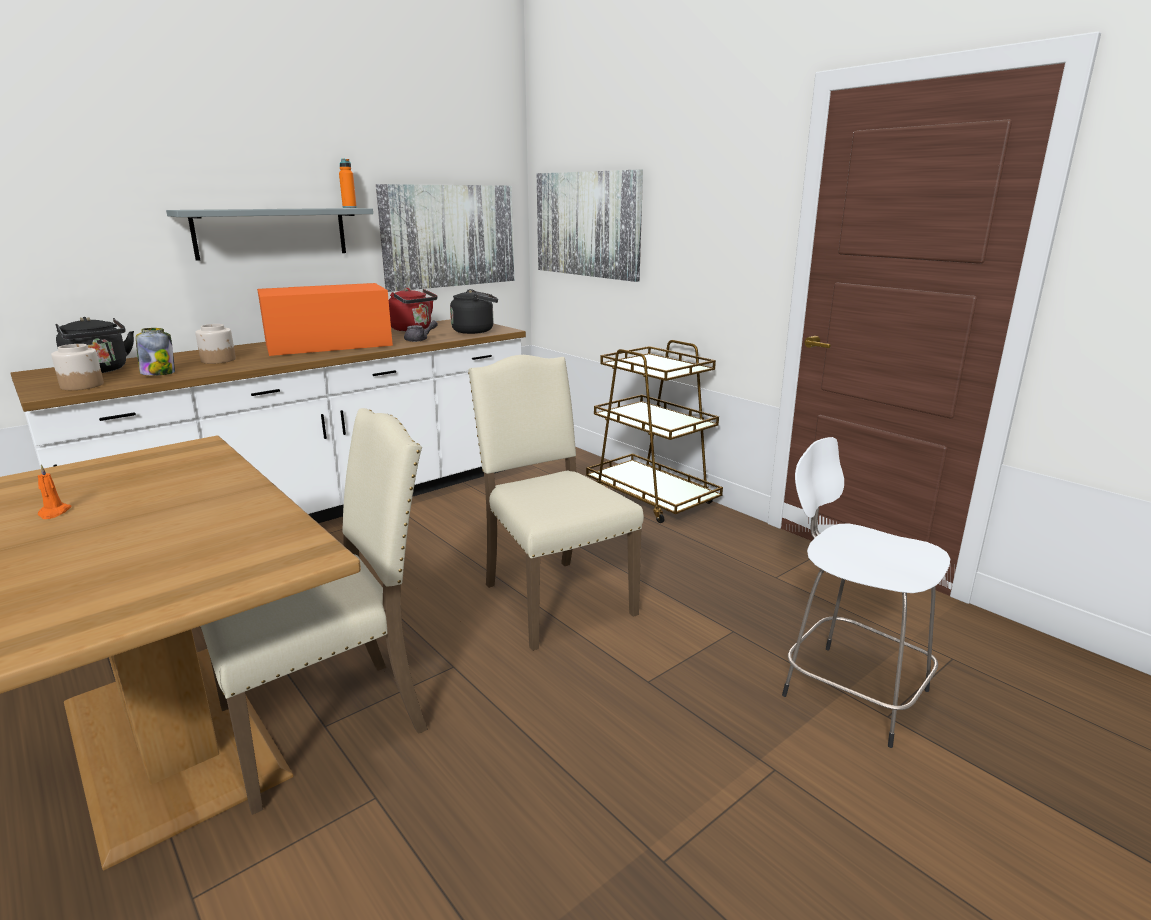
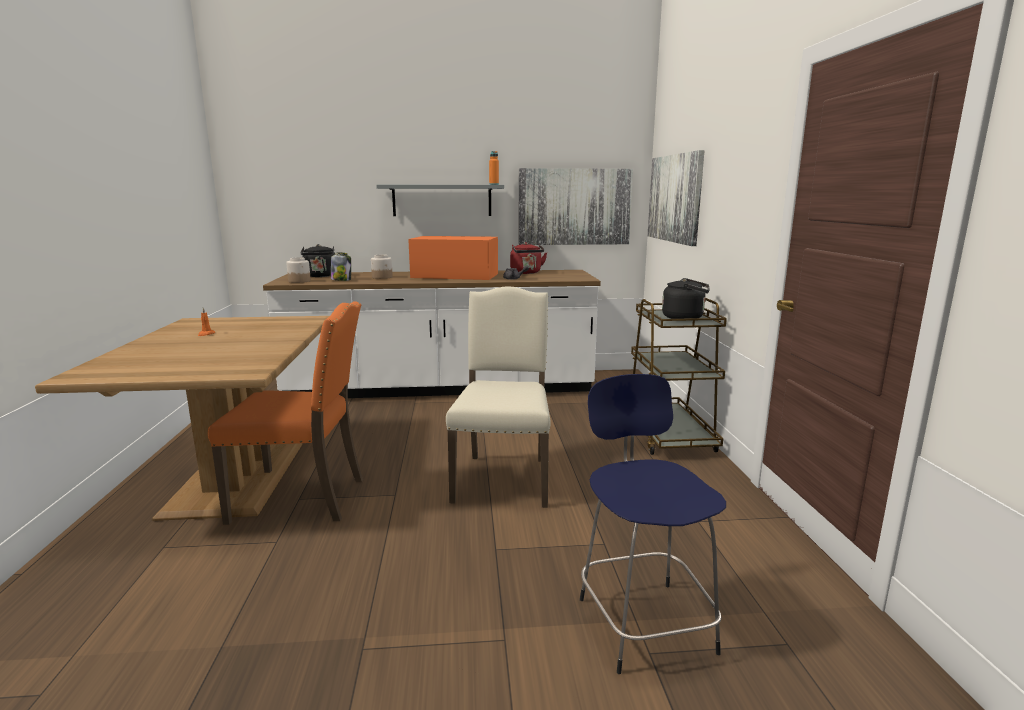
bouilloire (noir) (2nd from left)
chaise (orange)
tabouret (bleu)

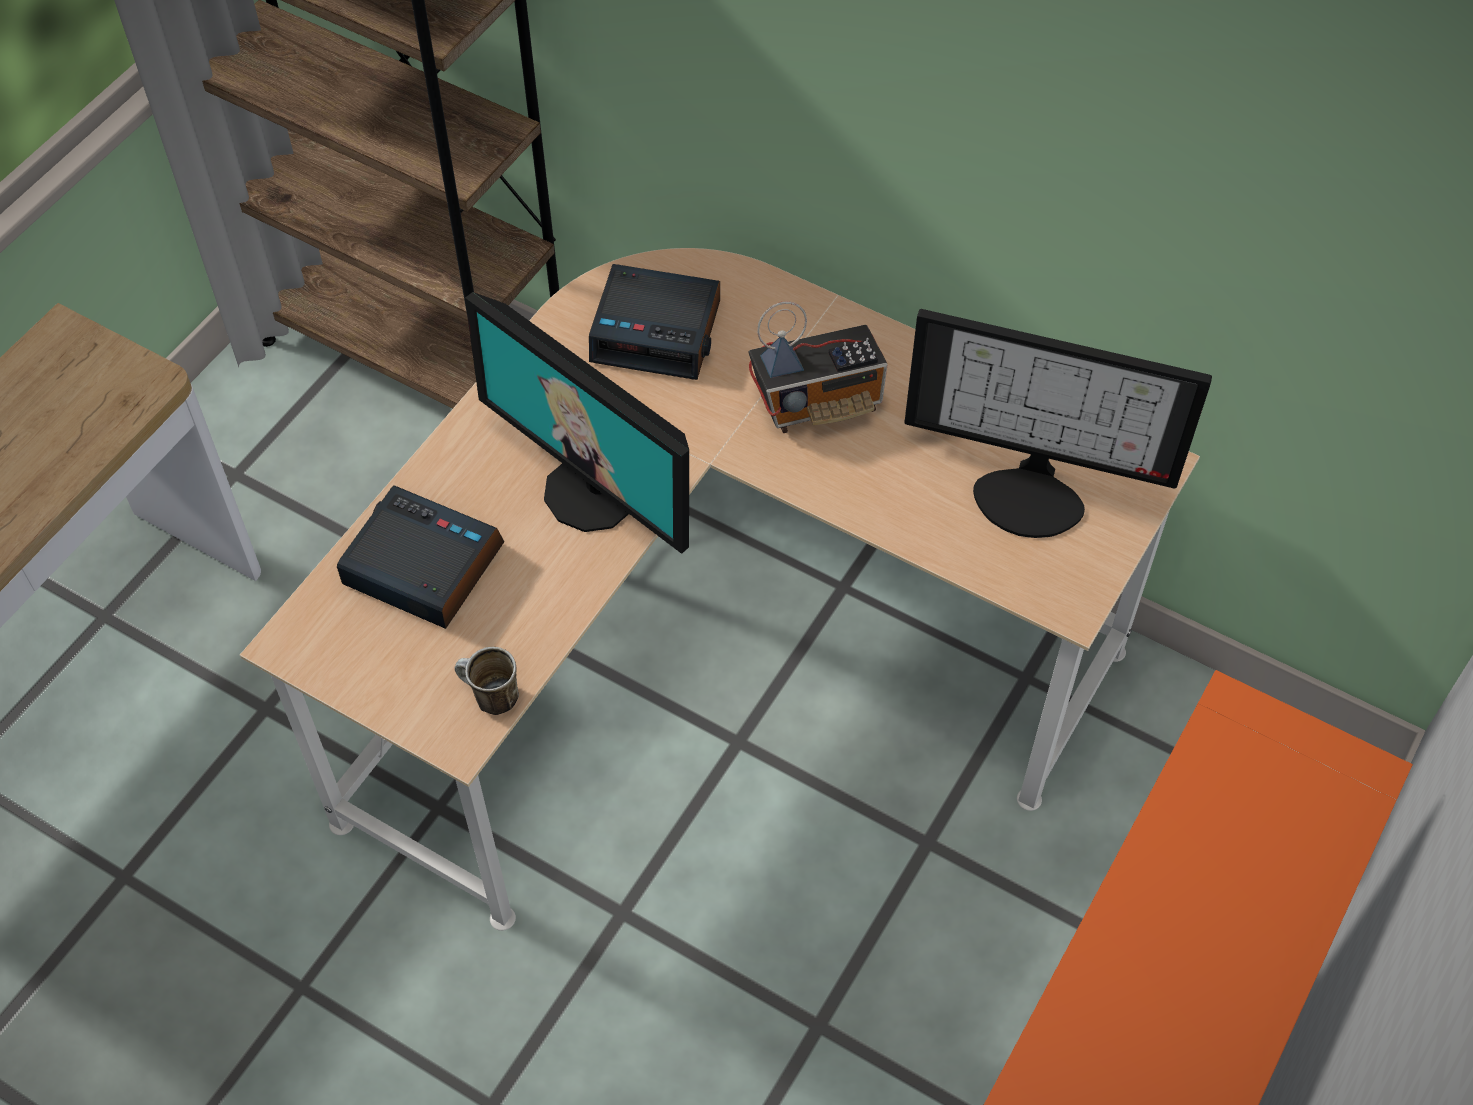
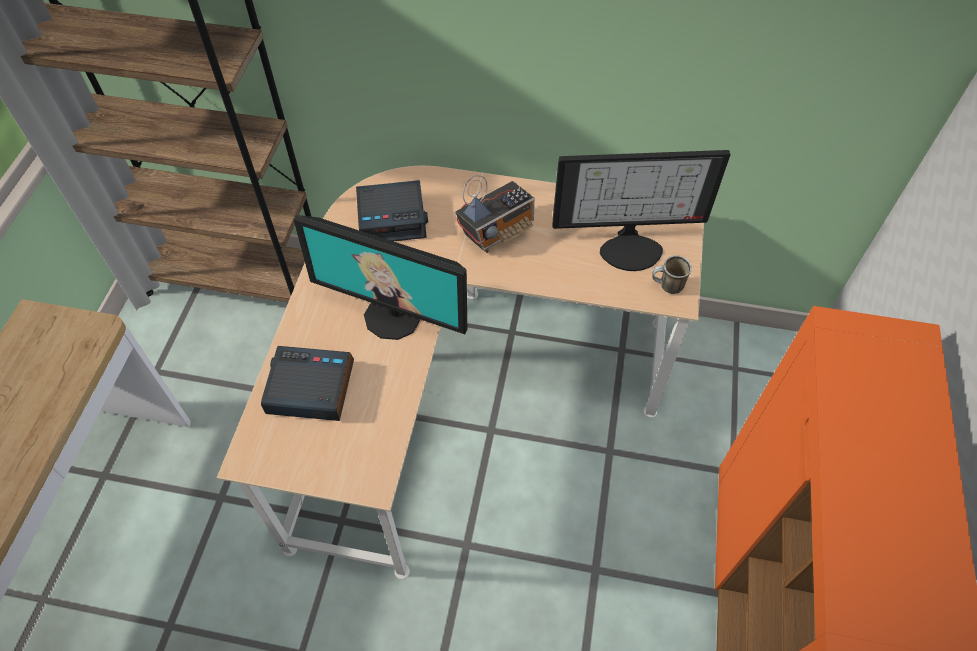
mug

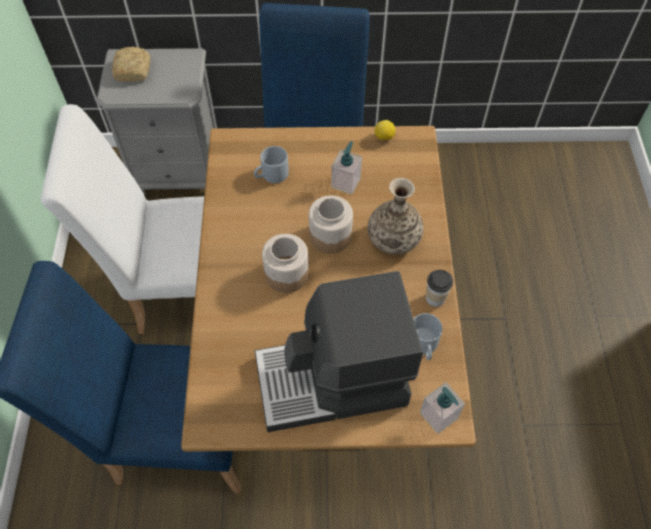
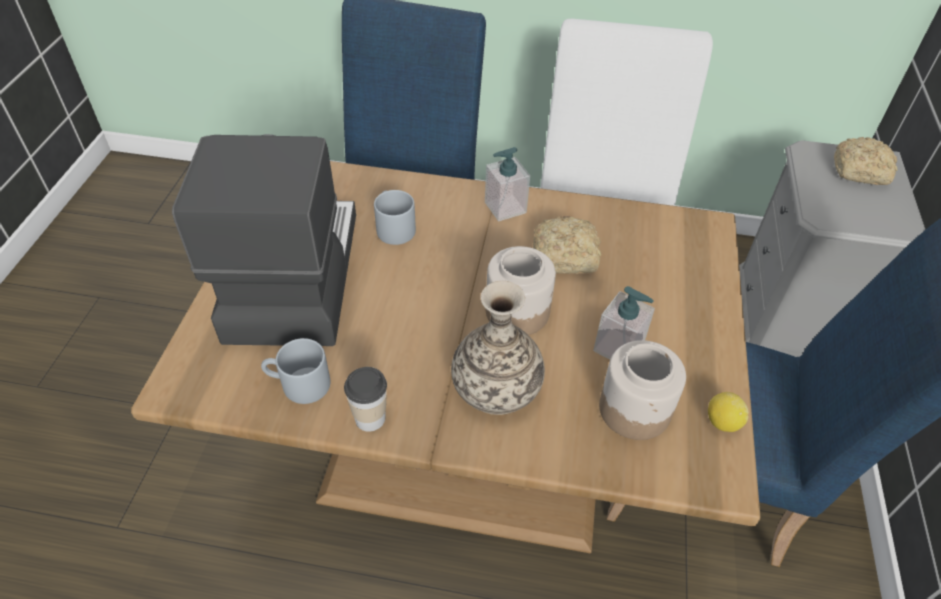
mug (gris) (2nd from left)
bocal (2nd from left)
distributeur de savon (1st from left)
pain (1st from left)

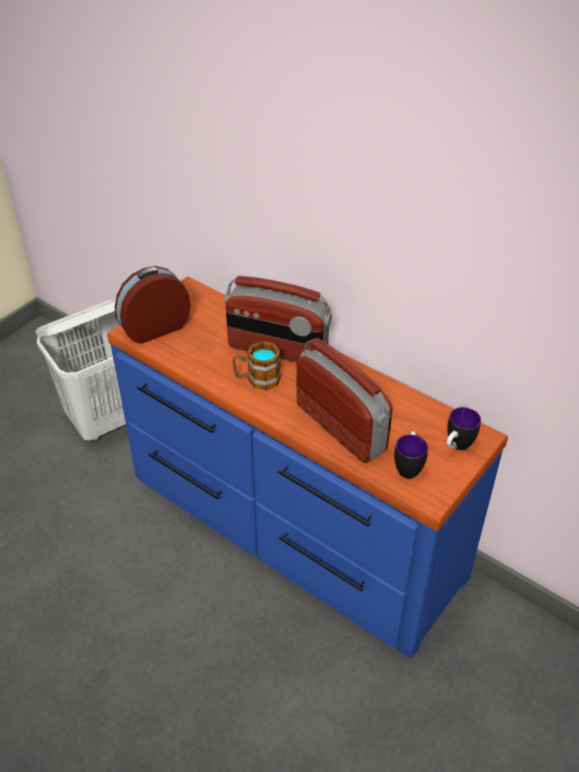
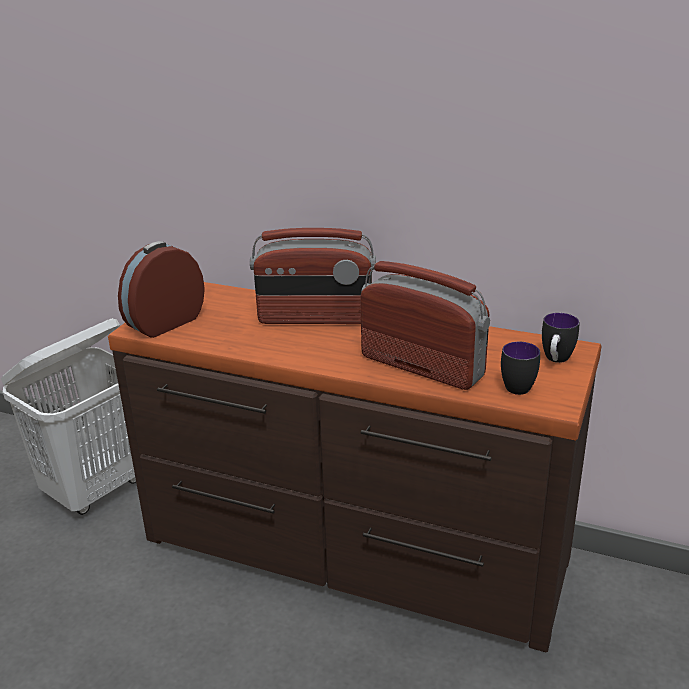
commode (marron)
mug (1st from left in the first image)

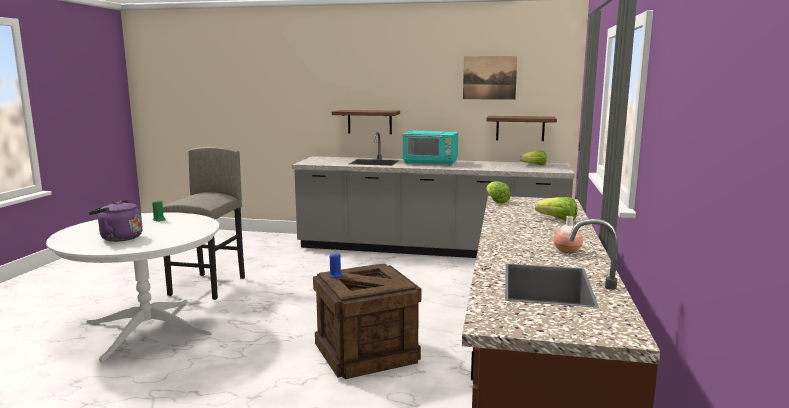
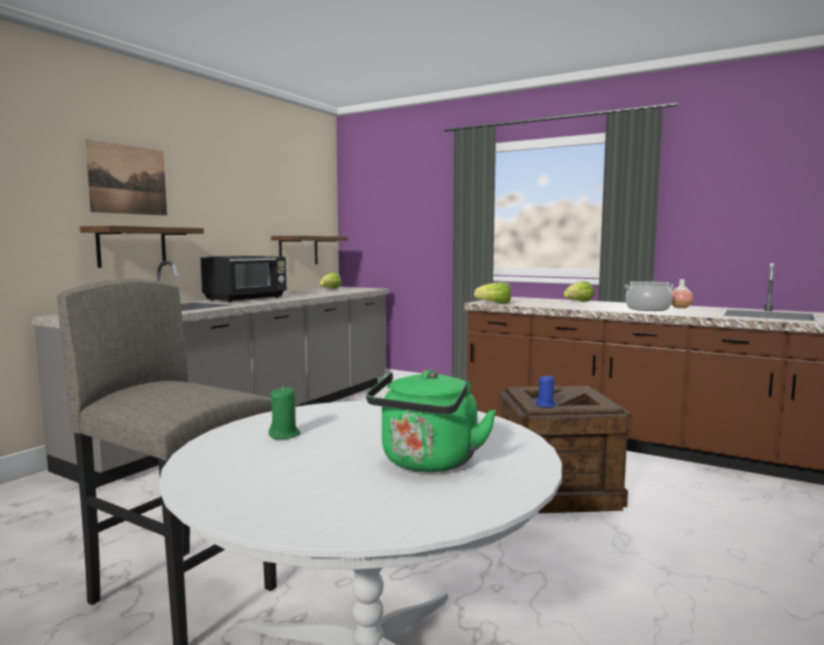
tableau
micro-ondes (noir)
bouilloire (vert)
marmite

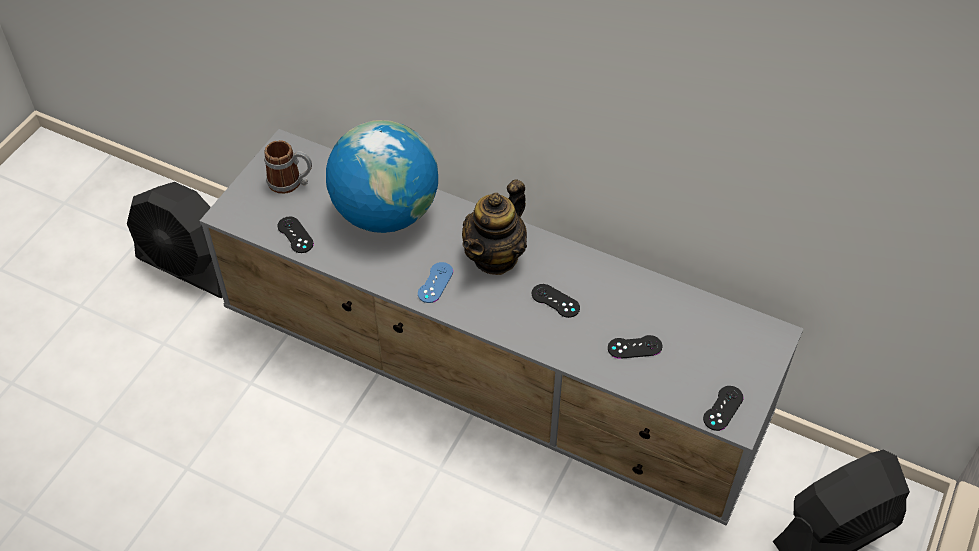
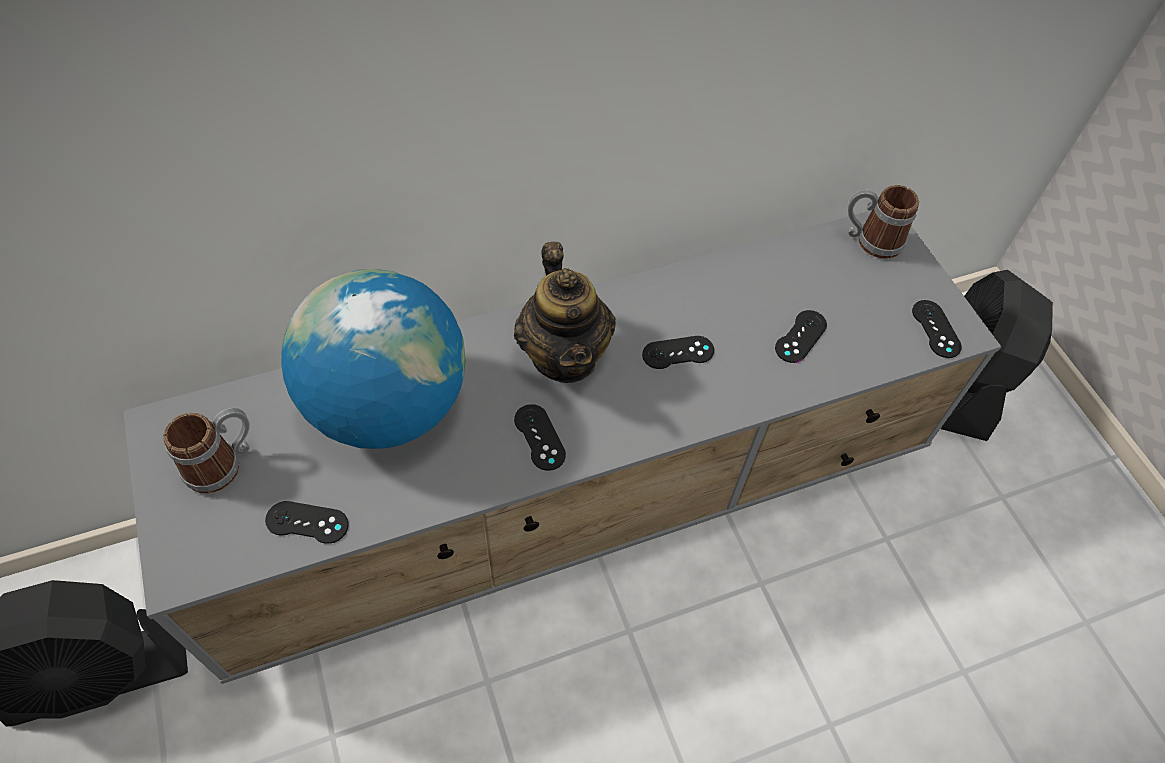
manette (noir) (2nd from left)
mug (2nd from left)

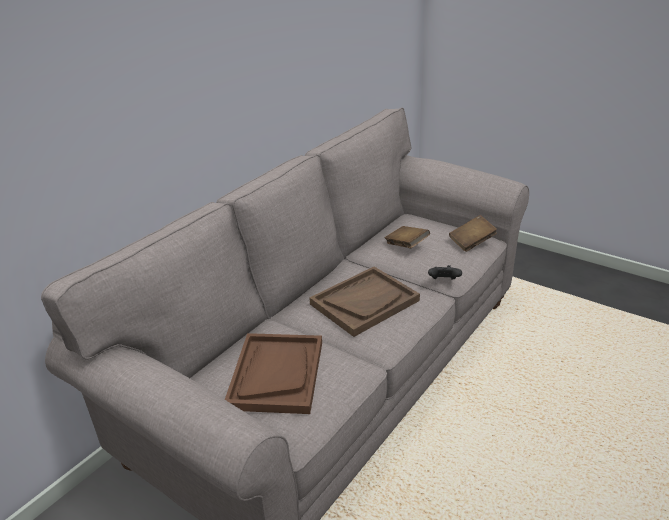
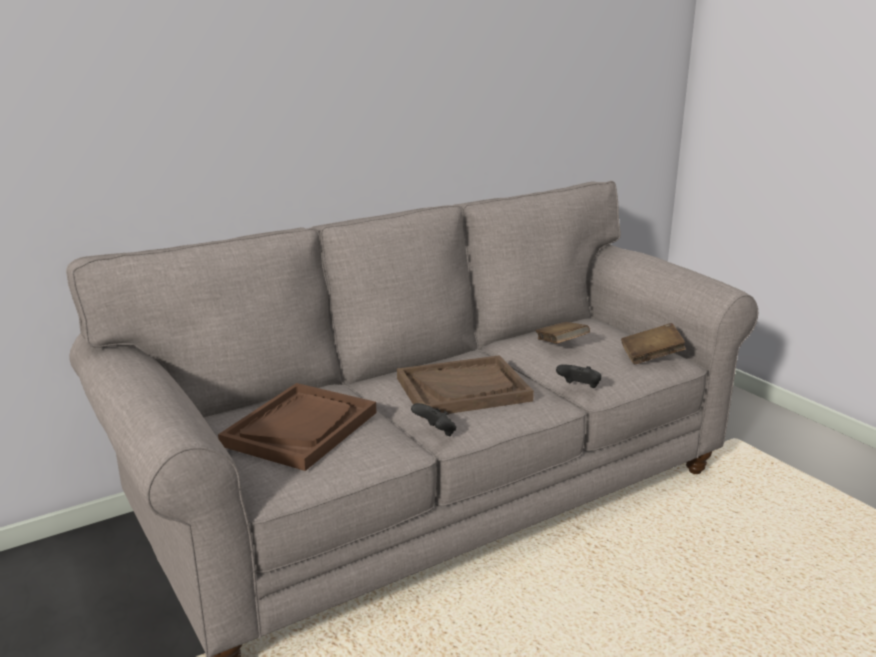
manette (noir) (1st from left)

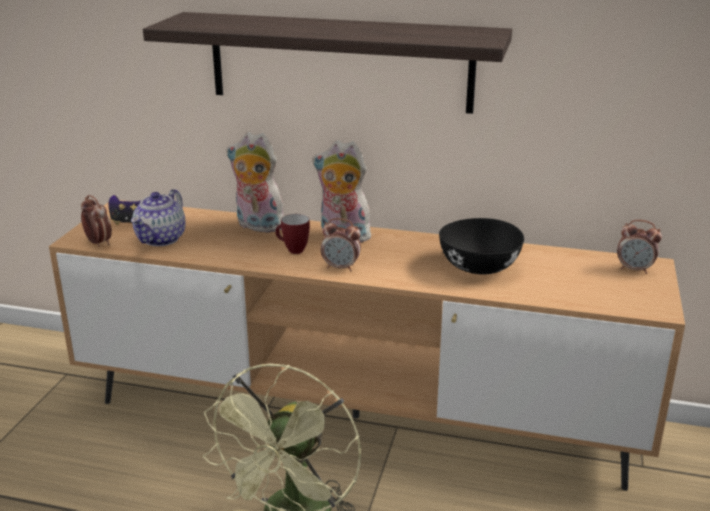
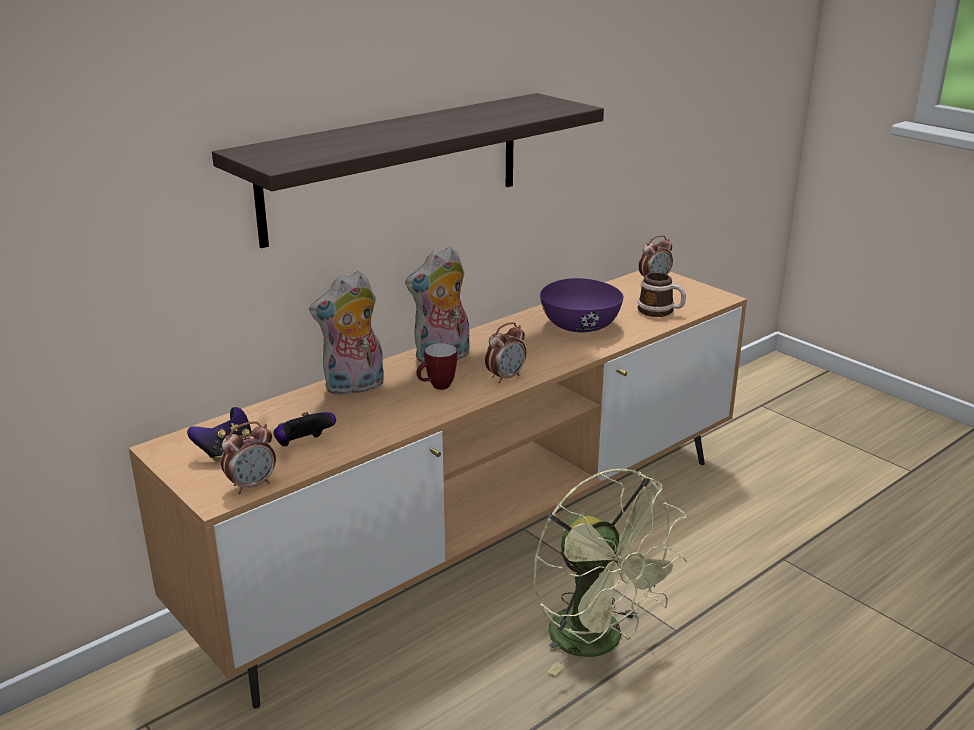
manette (2nd from left)
réveil (1st from left)
bol (violet)
mug (2nd from left)

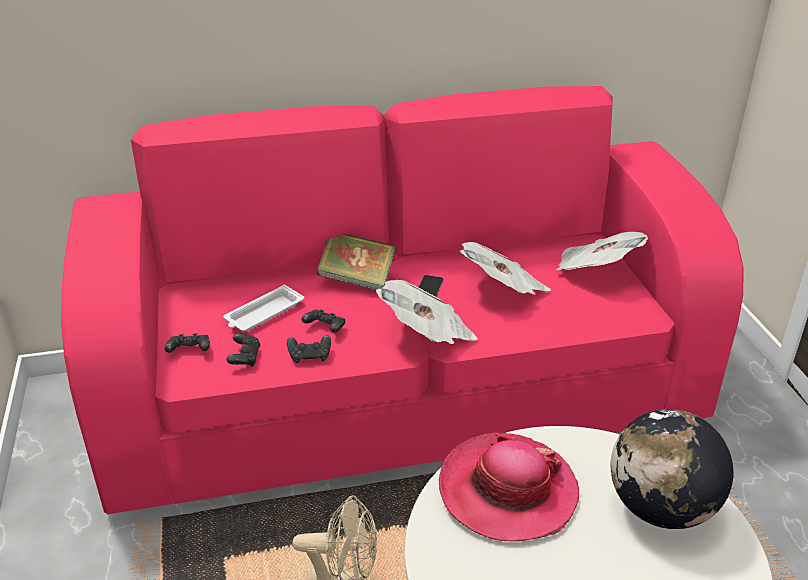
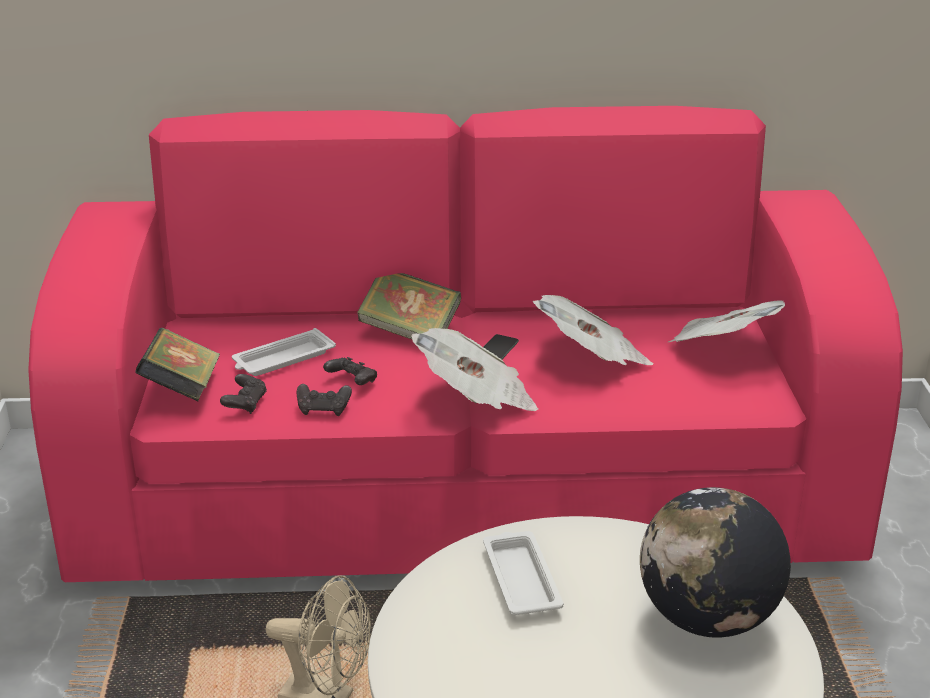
livre (1st from left)
plateau (blanc) (2nd from left)

